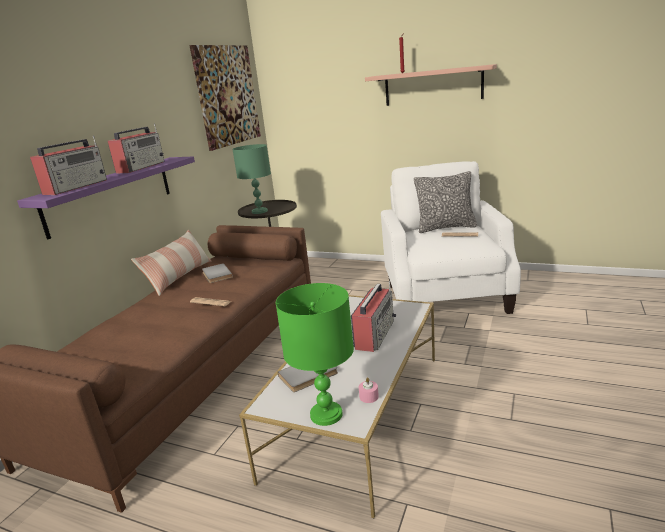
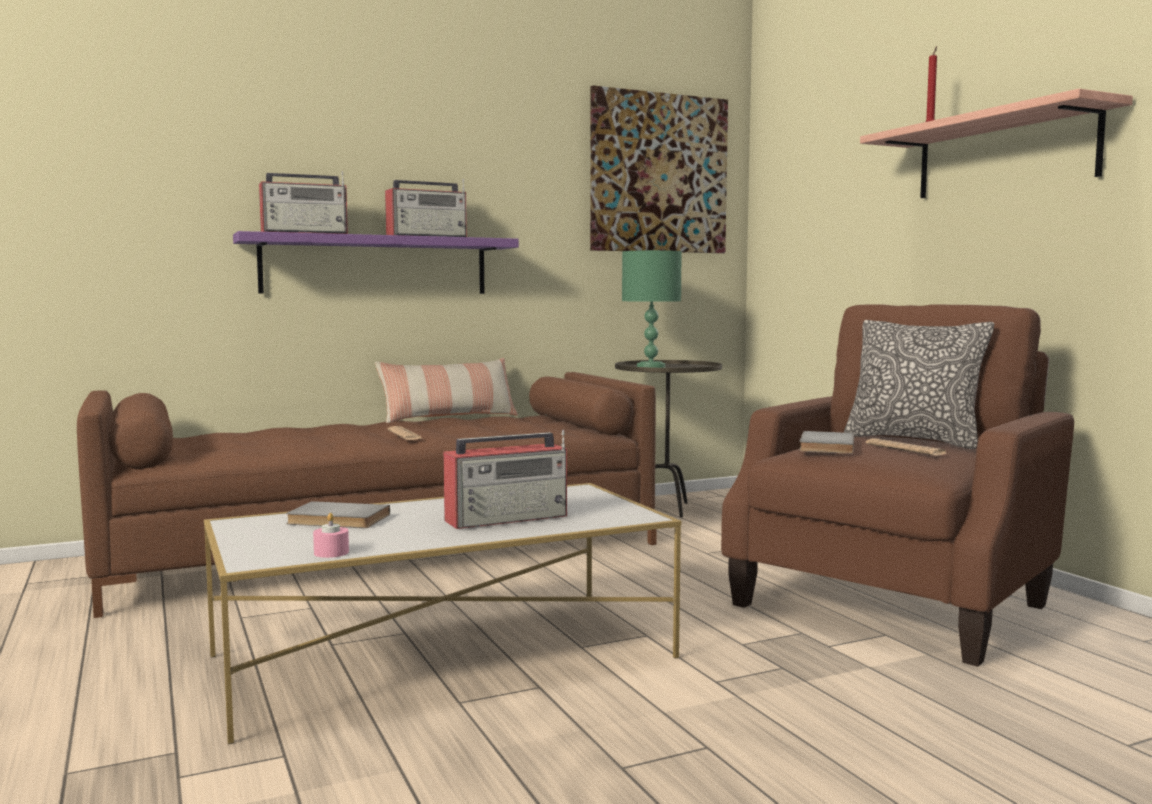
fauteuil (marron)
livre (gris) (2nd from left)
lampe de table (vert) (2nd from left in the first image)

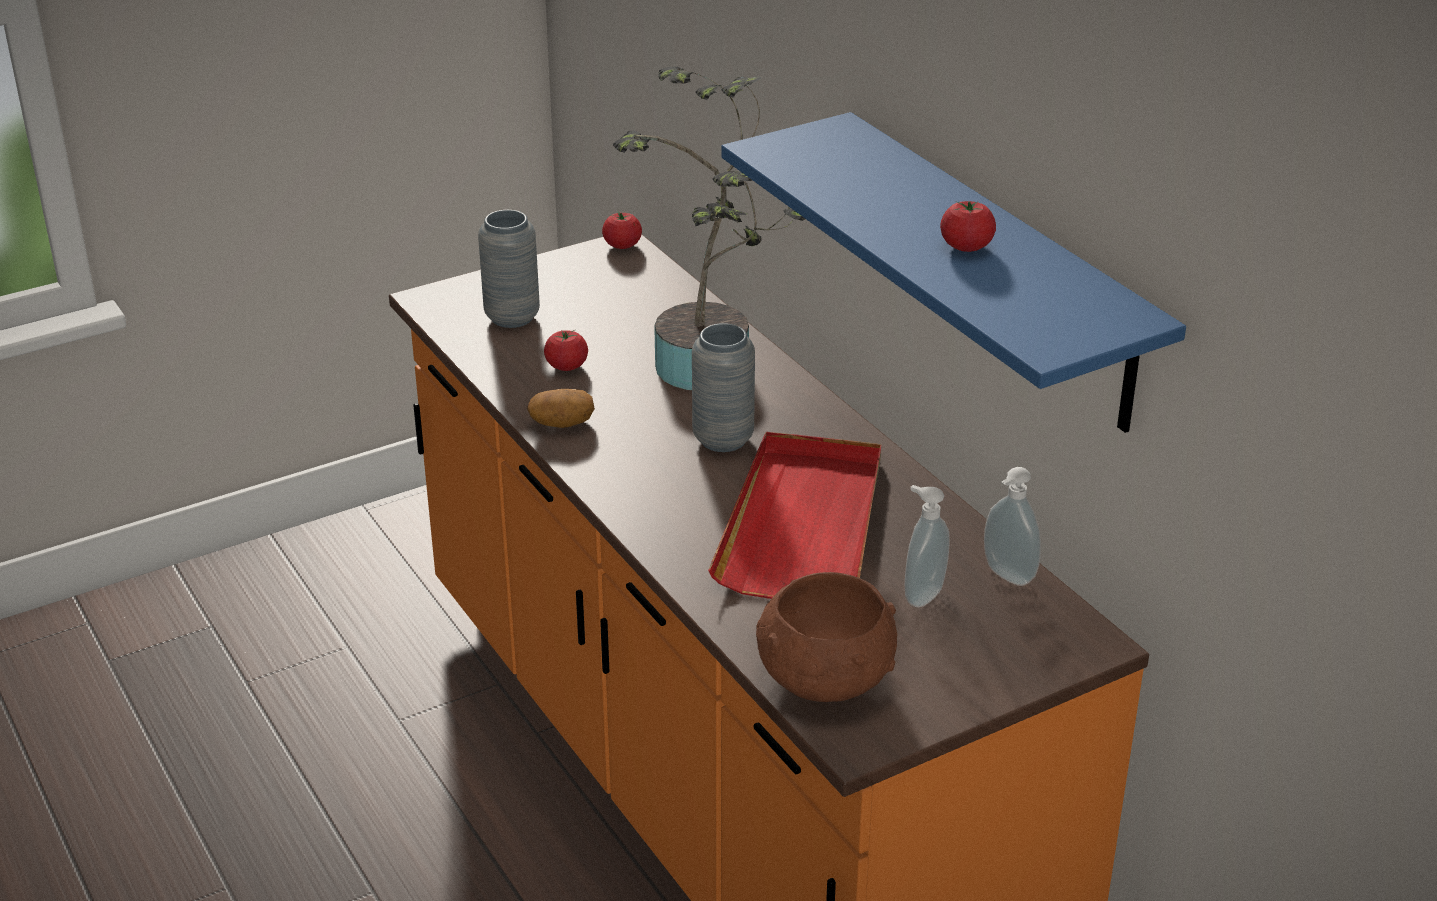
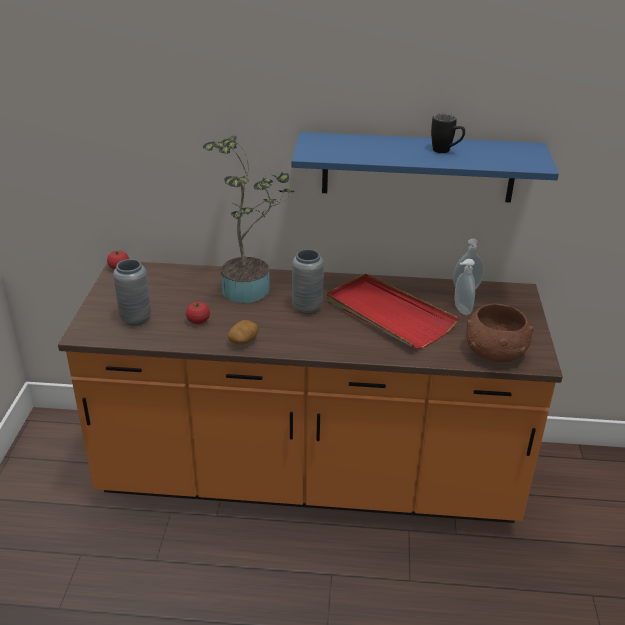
mug (noir)

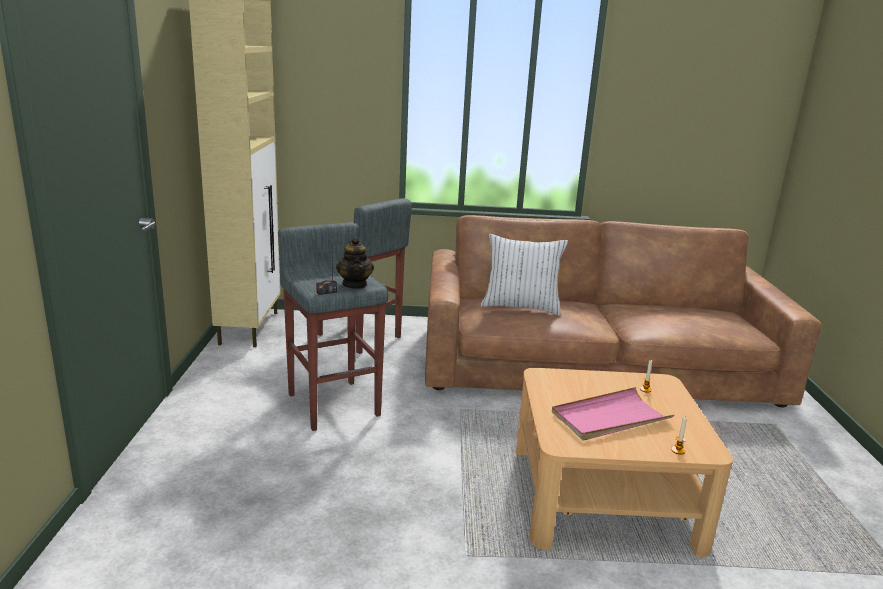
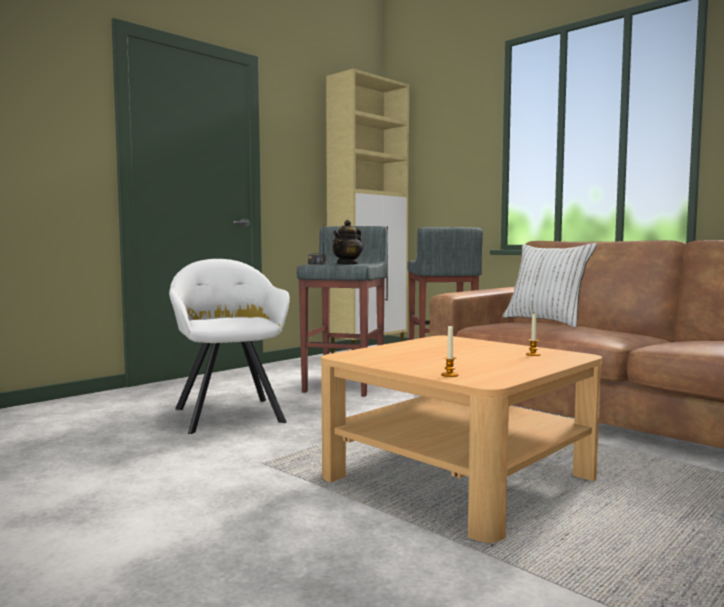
plateau (rose)
fauteuil (blanc)

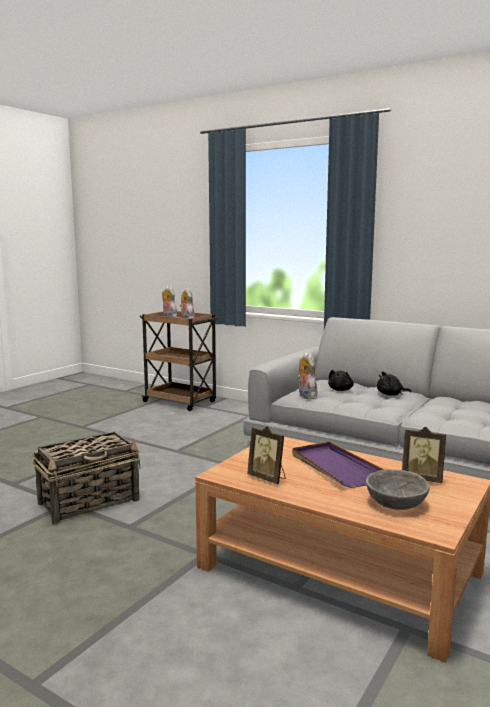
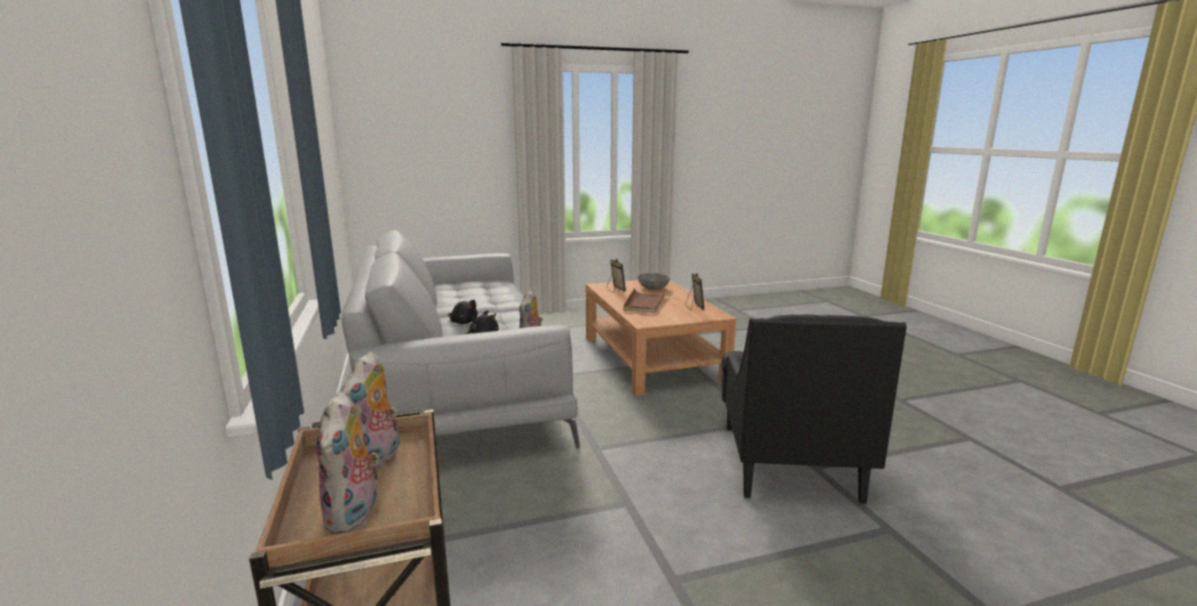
fauteuil (noir)
plateau (marron)

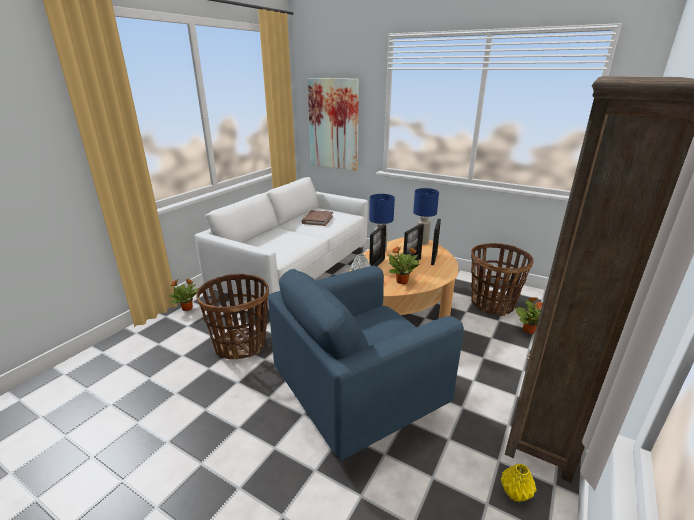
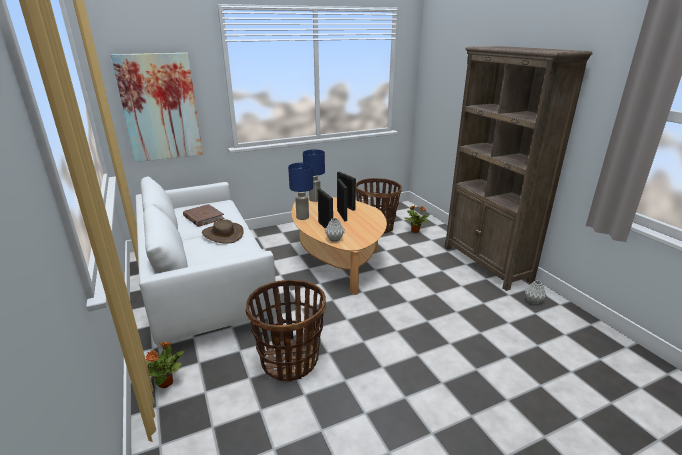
plante en pot (2nd from left in the first image)
fauteuil (bleu)
vase (gris) (2nd from left)
chapeau (marron)

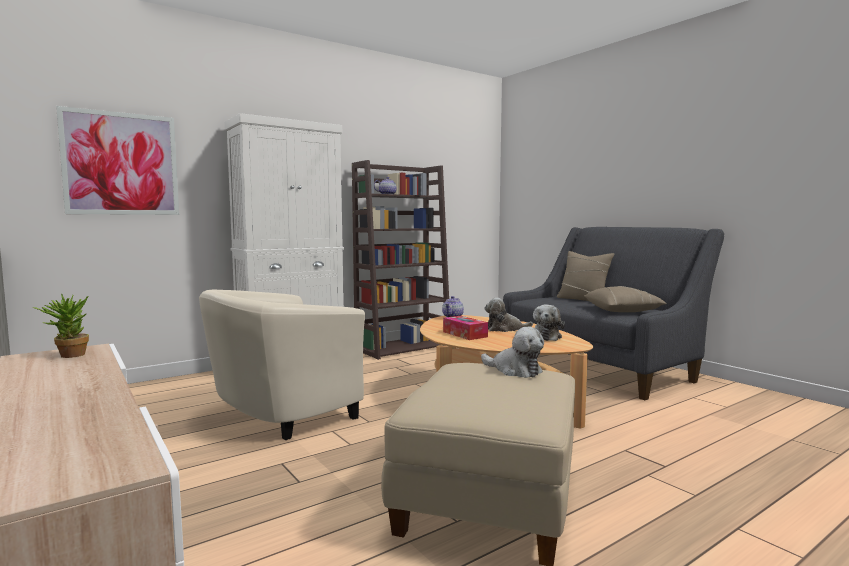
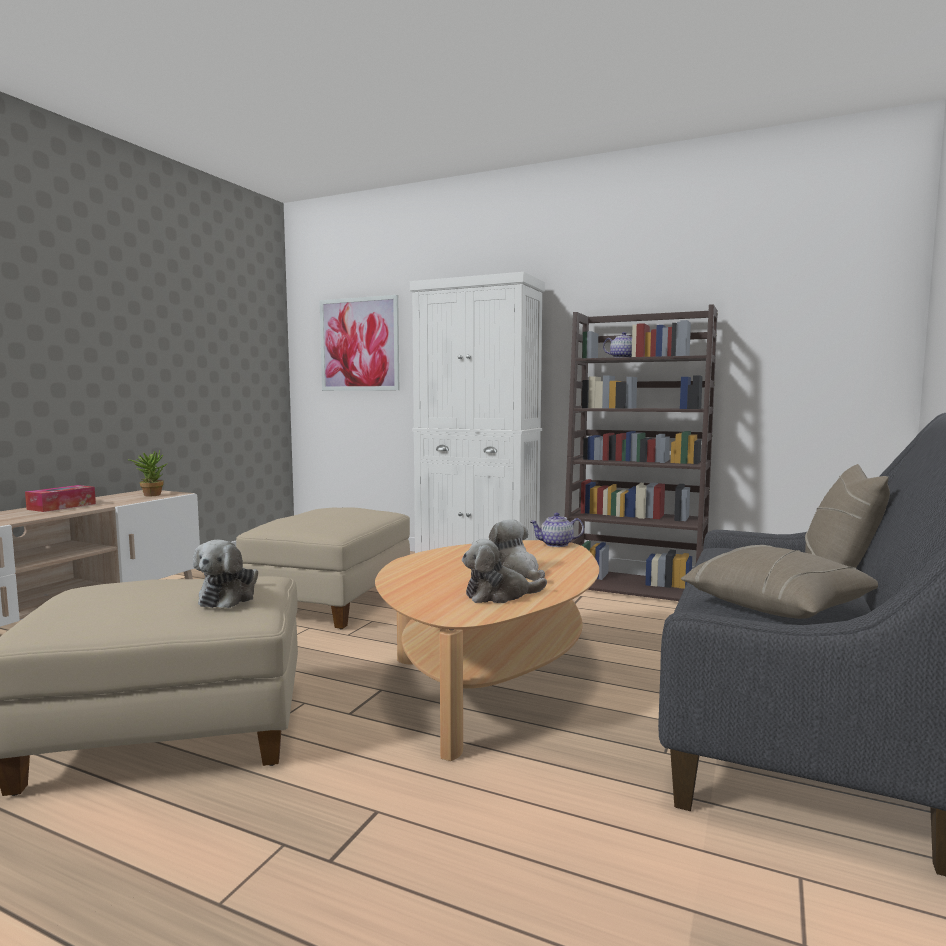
pouf (beige) (2nd from left)
boîte à mouchoirs

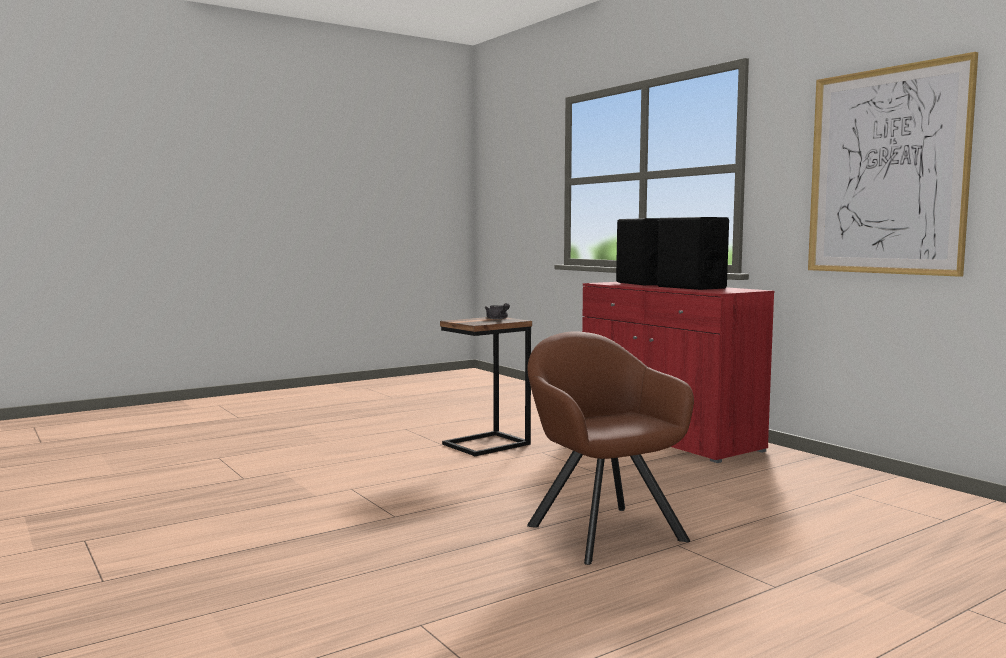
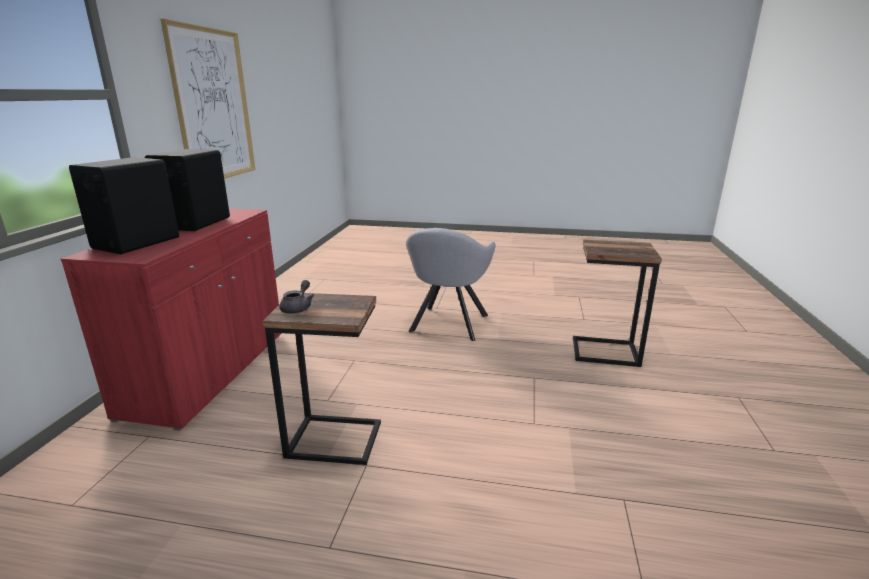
fauteuil (gris)
table d'appoint (2nd from left)

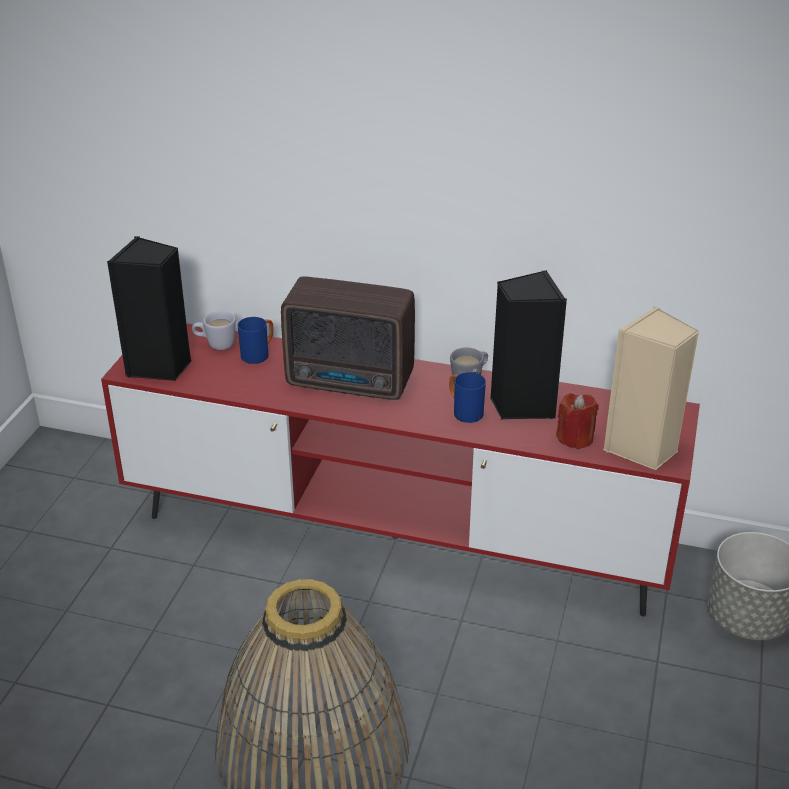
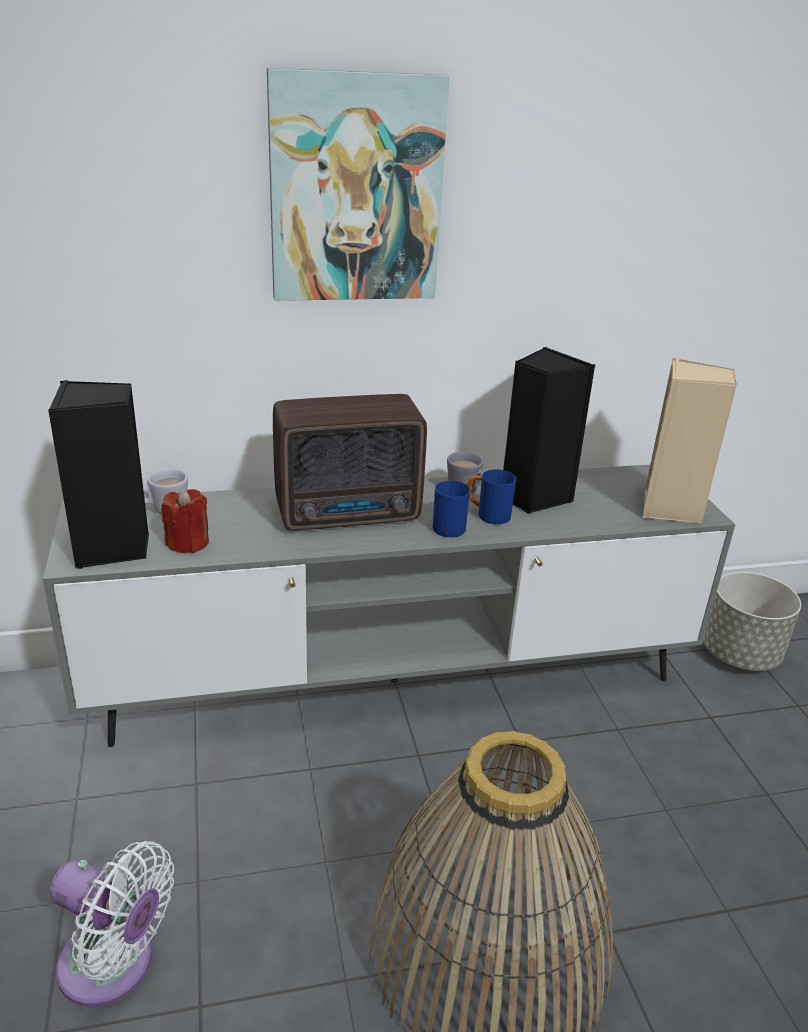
mug (bleu) (1st from left)
meuble télé (gris)
bougie (rouge)
tableau
ventilateur (blanc)

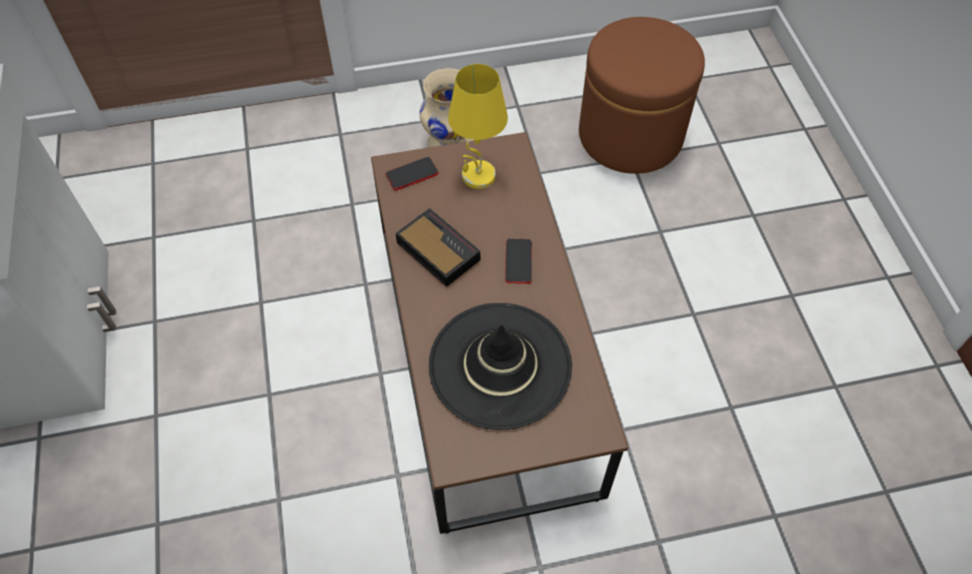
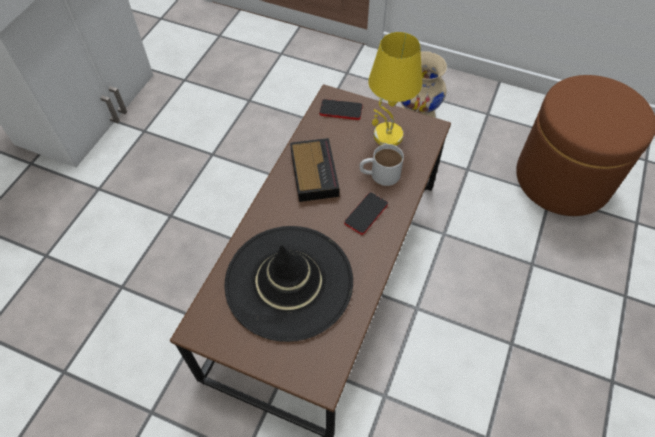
mug (blanc)

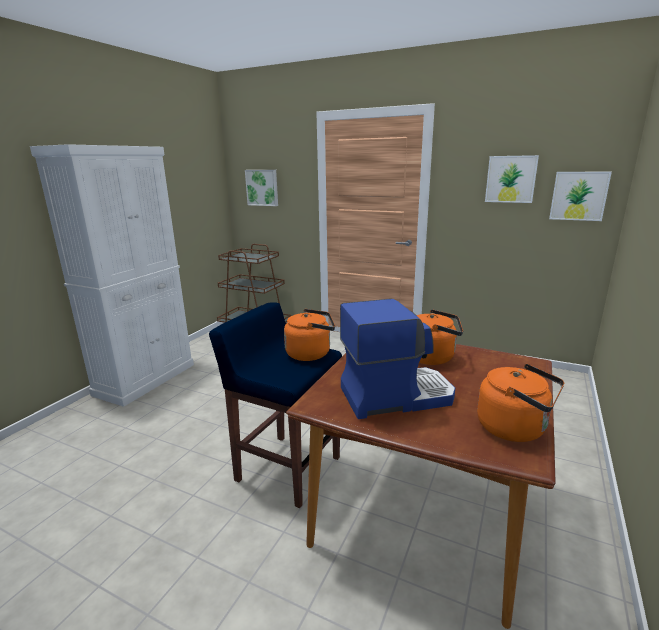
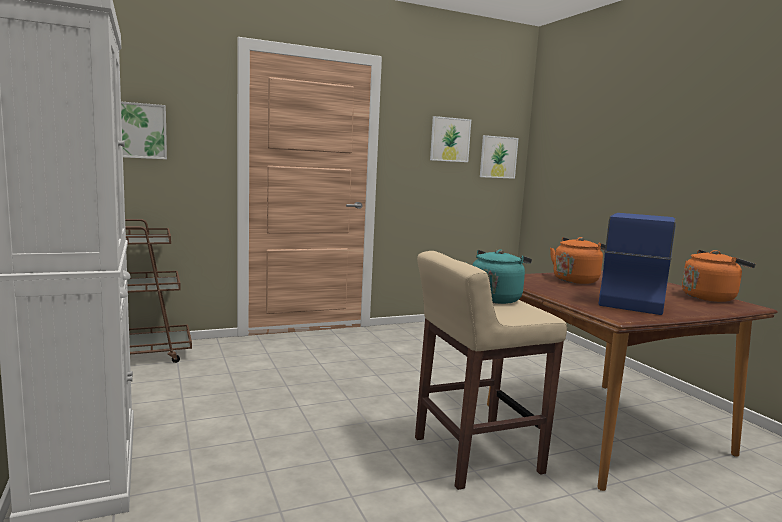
tabouret (beige)
bouilloire (turquoise)

